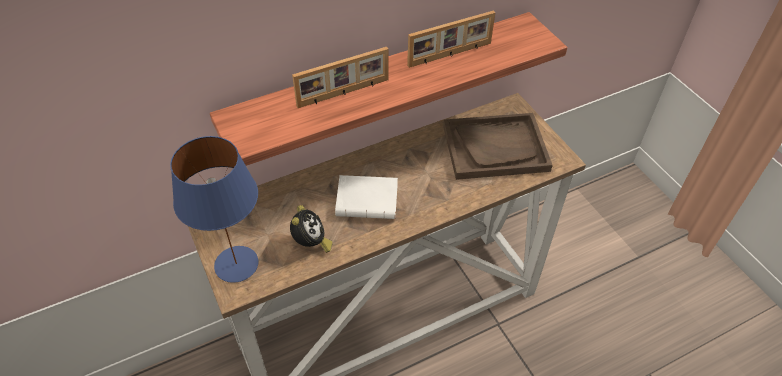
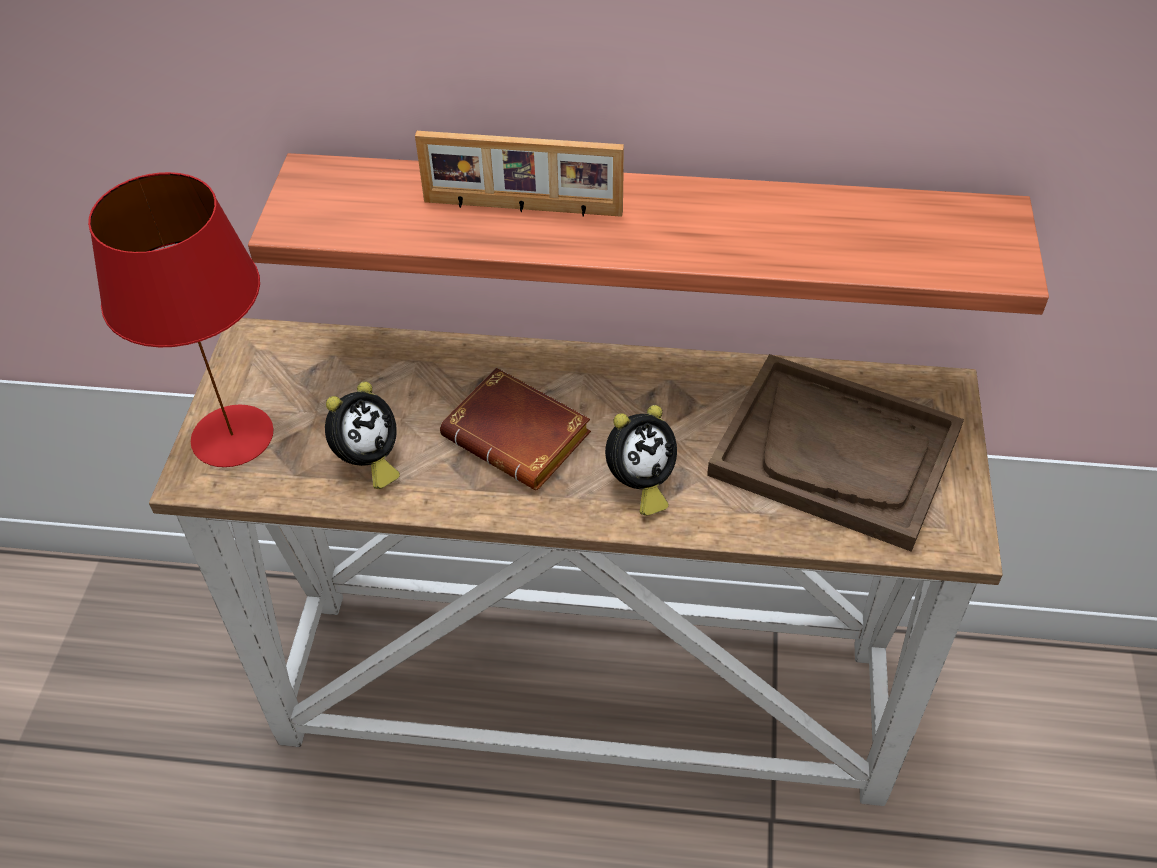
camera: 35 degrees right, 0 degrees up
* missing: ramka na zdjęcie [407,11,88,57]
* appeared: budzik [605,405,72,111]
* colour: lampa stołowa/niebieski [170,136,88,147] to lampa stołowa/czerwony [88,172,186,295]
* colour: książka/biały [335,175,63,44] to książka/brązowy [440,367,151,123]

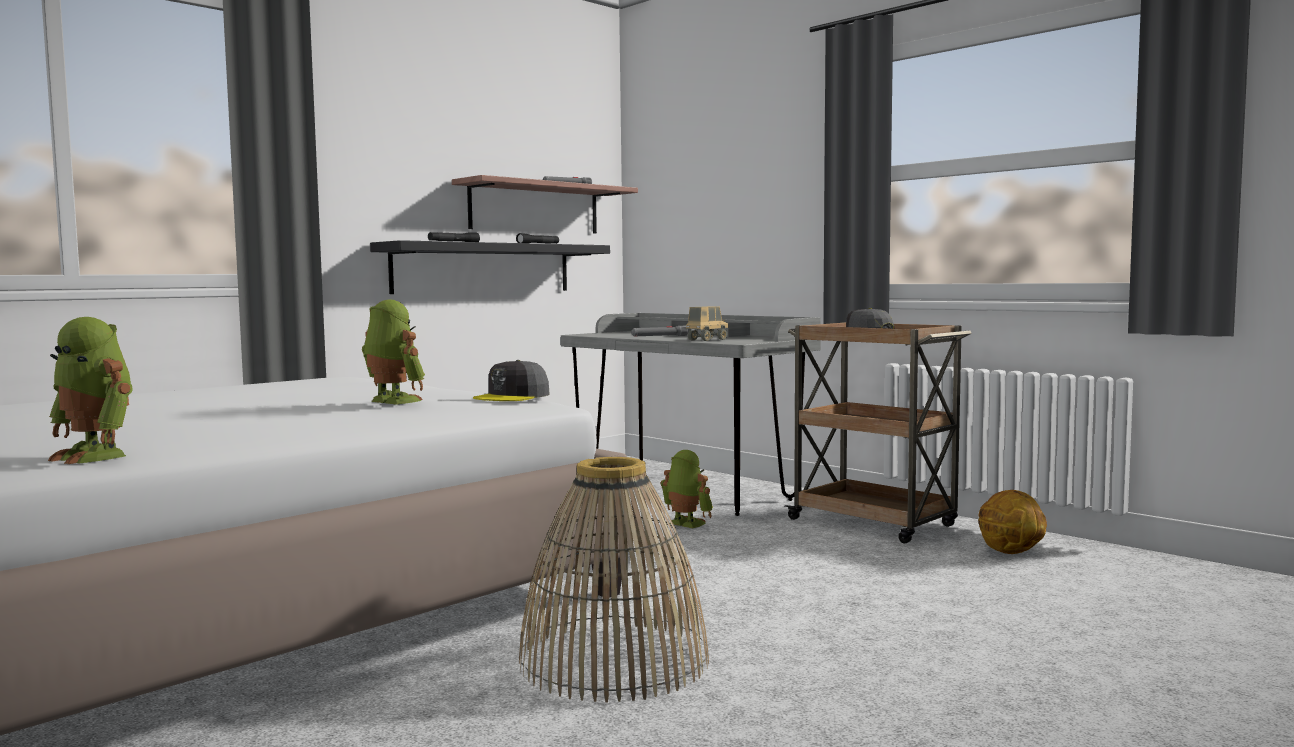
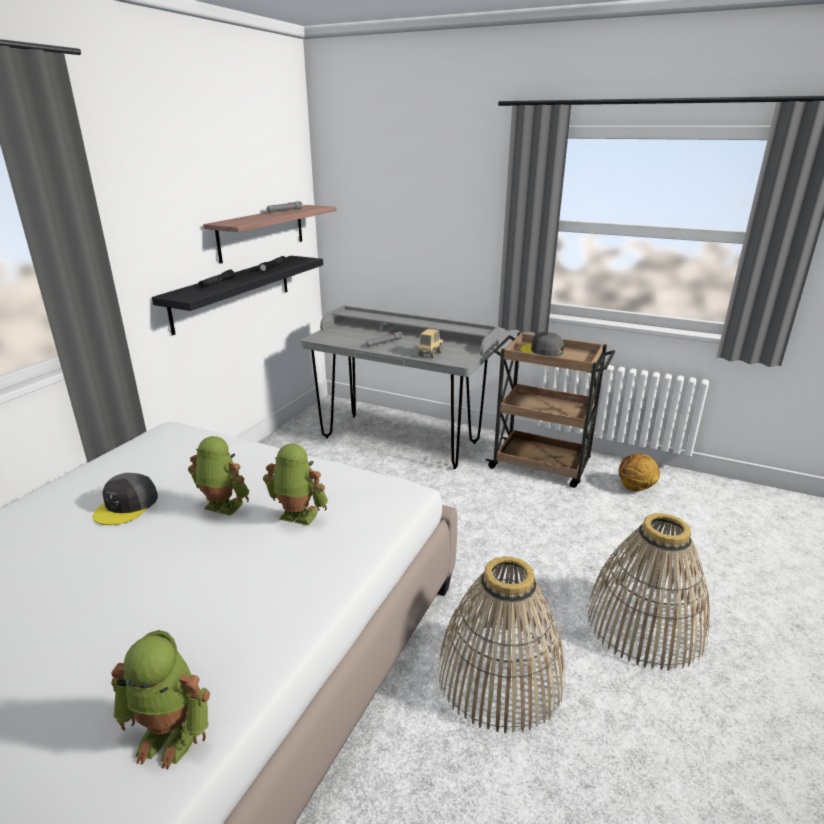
camera: 20 degrees left, 20 degrees up
* appeared: koszyk [588,513,122,158]
* relocated: czapka z daszkiem/szary [473,360,77,41] to [92,473,66,52]
* relocated: robot zabawkowy [660,450,53,78] to [188,436,61,79]

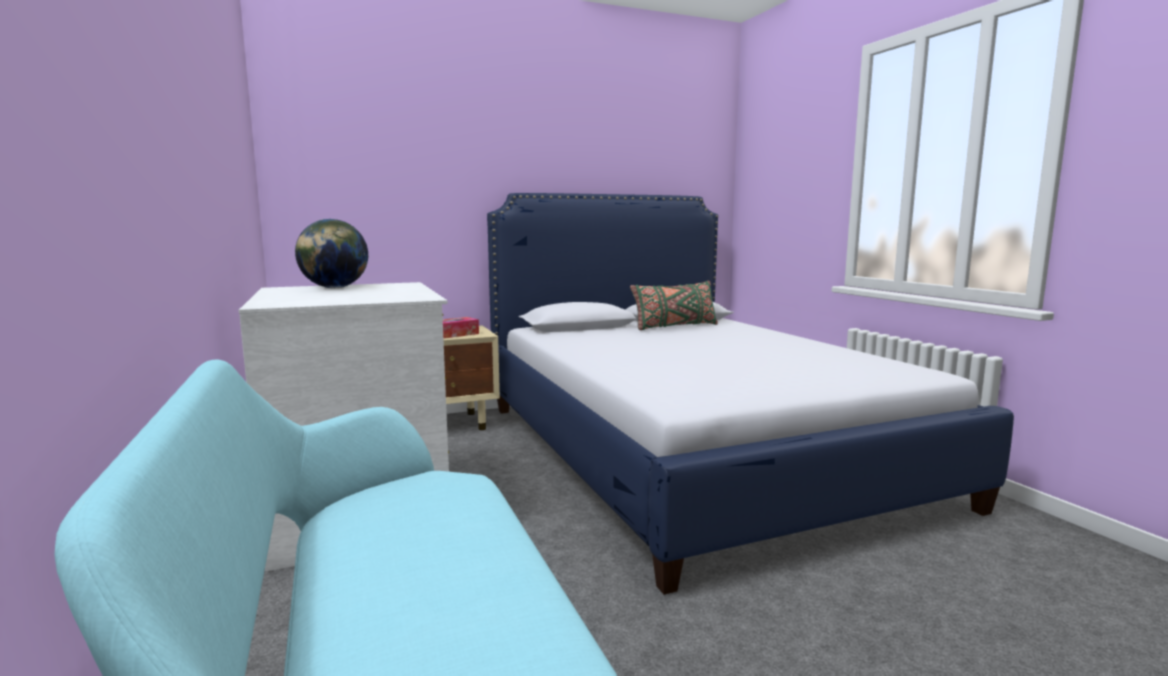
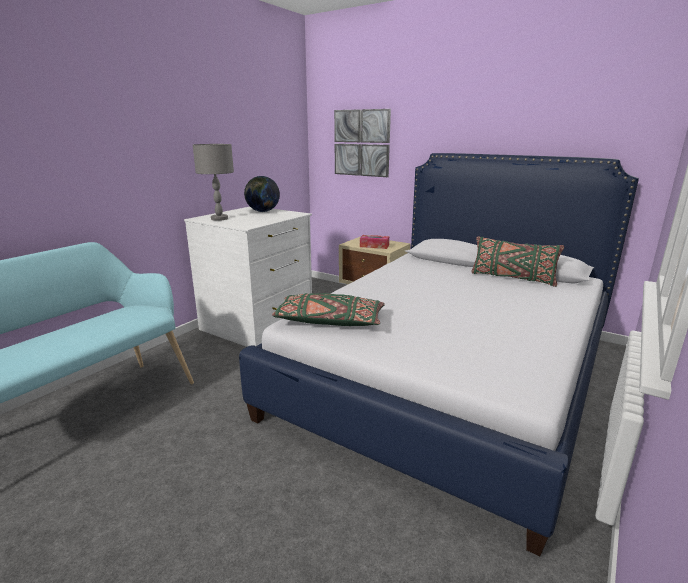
camera: 55 degrees right, 10 degrees up
* appeared: lampa stołowa/szary [193,144,41,77]
* appeared: poduszka/zielony [272,293,113,33]
* appeared: obraz [334,109,57,68]

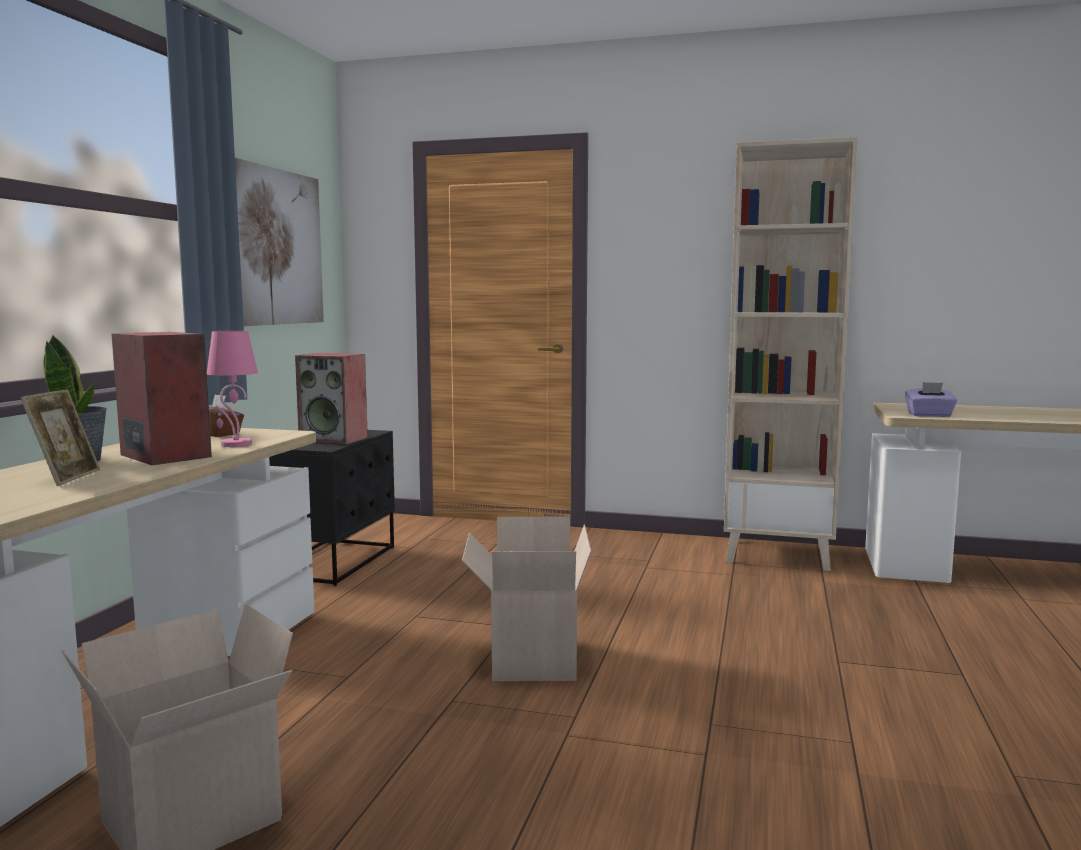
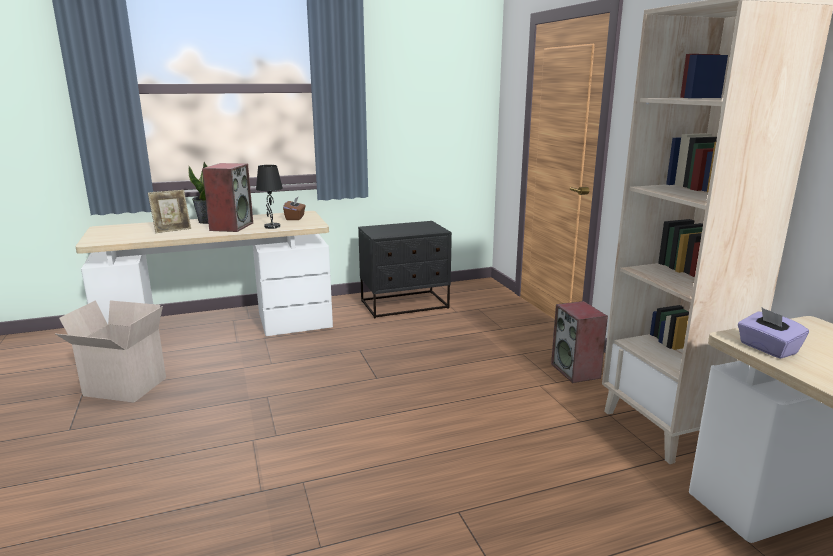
camera: 55 degrees right, 10 degrees up
* missing: obraz [235,158,89,168]
* missing: karton [462,517,129,164]
* relocated: głośnik [295,353,73,92] to [551,301,57,82]
* colour: lampa stołowa/różowy [207,330,51,117] to lampa stołowa/czarny [256,165,27,64]

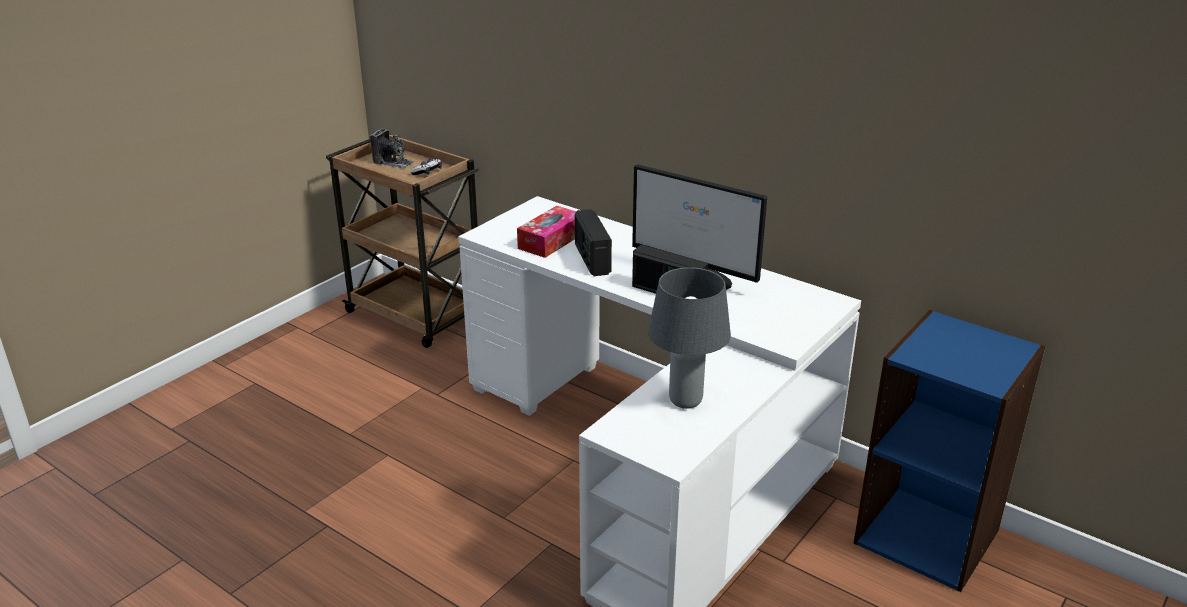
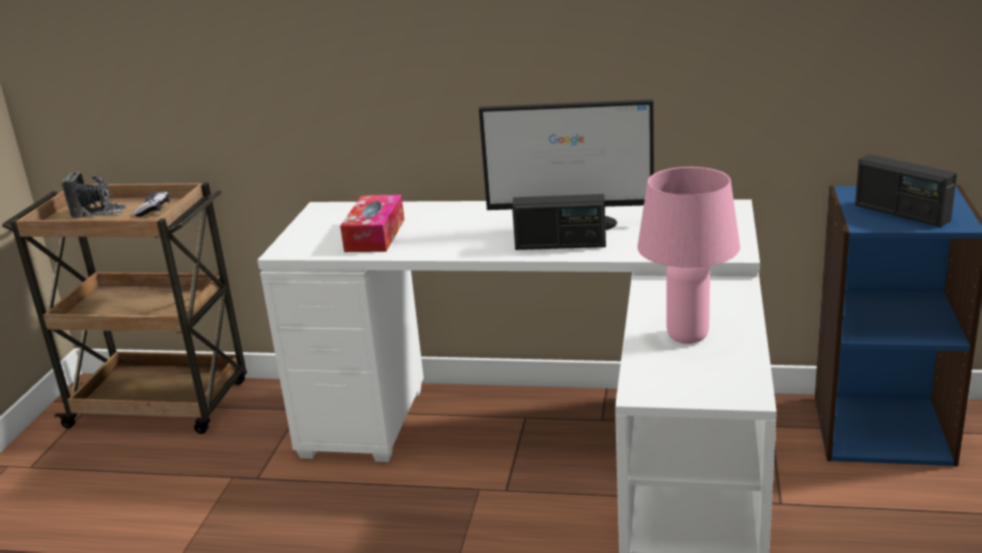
camera: 25 degrees left, 5 degrees down
* relocated: radio [575,209,37,67] to [855,154,102,73]
* colour: lampa stołowa/szary [648,267,83,142] to lampa stołowa/różowy [637,167,103,177]

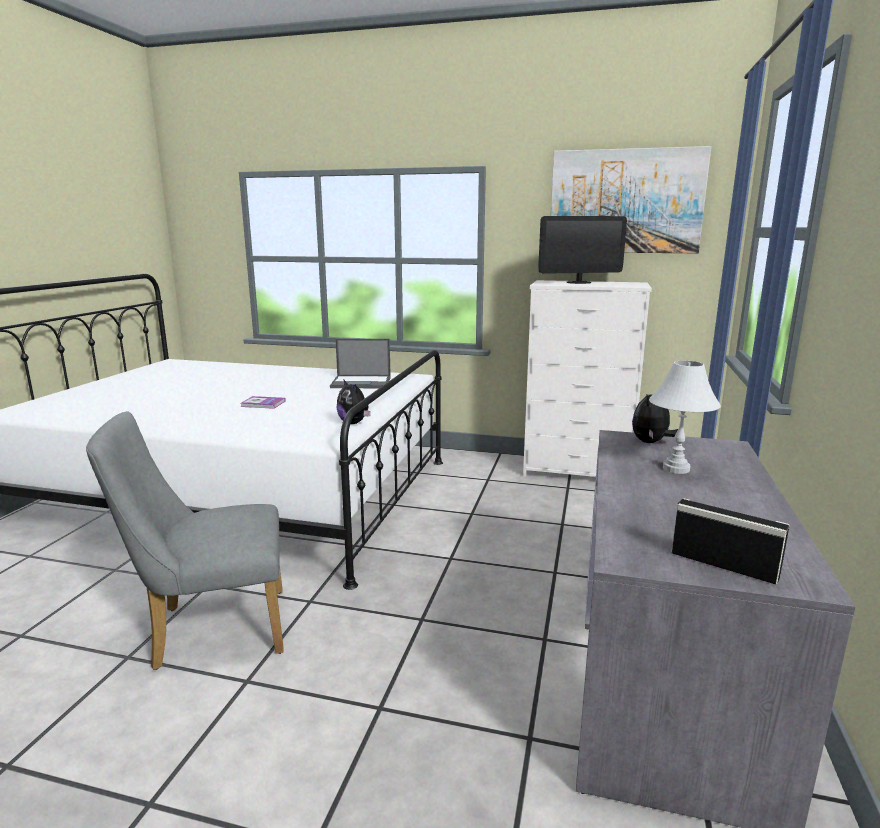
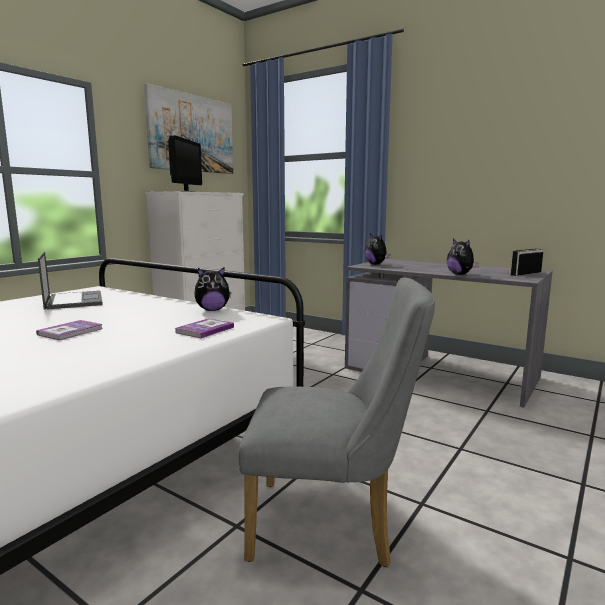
camera: 70 degrees left, 5 degrees down
* missing: lampa stołowa/biały [649,361,72,113]
* appeared: książka [175,318,59,20]
* appeared: pluszak [447,238,32,37]
* spun: krzesło/szary [86,411,198,259] = [238,277,197,291] 90 degrees counterclockwise
* spun: laptop [330,339,61,49] = [38,252,65,58] 45 degrees counterclockwise

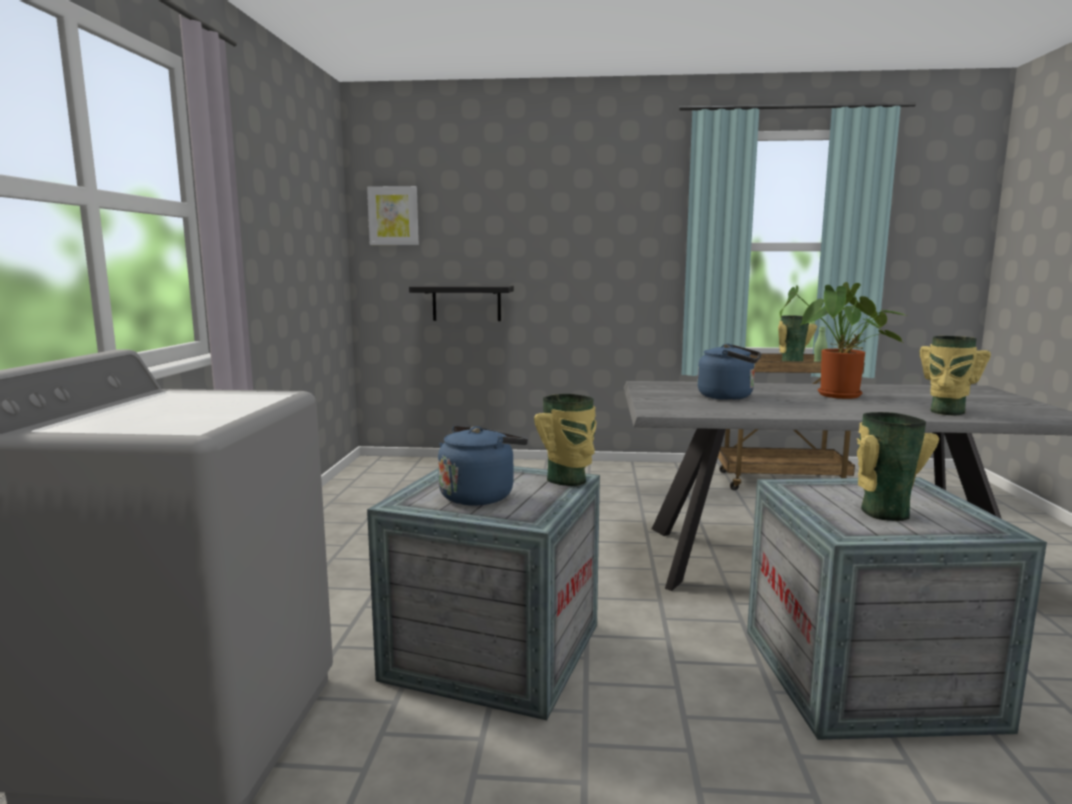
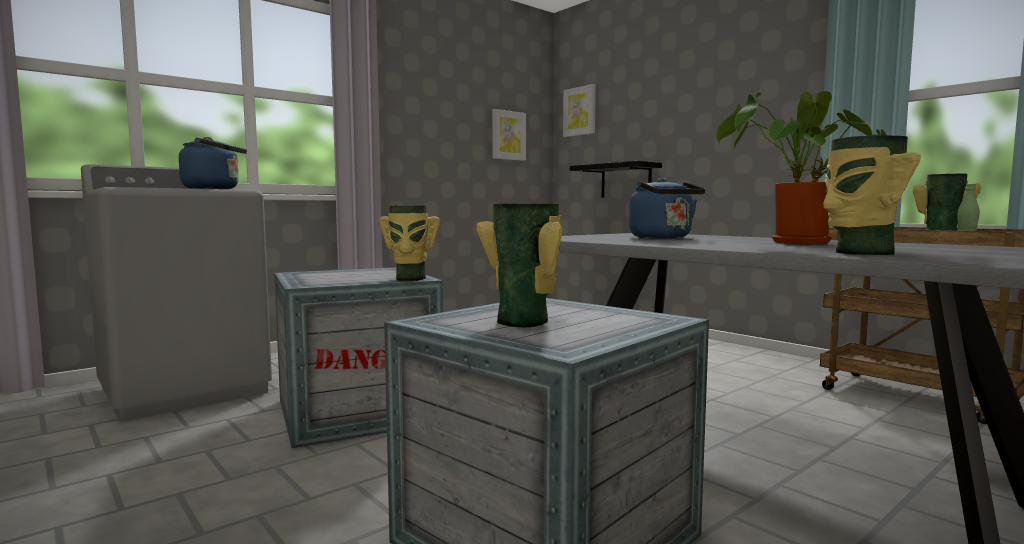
camera: 45 degrees right, 5 degrees down
* appeared: obraz [492,109,34,52]
* relocated: czajnik/niebieski [438,426,90,79] to [179,137,68,52]

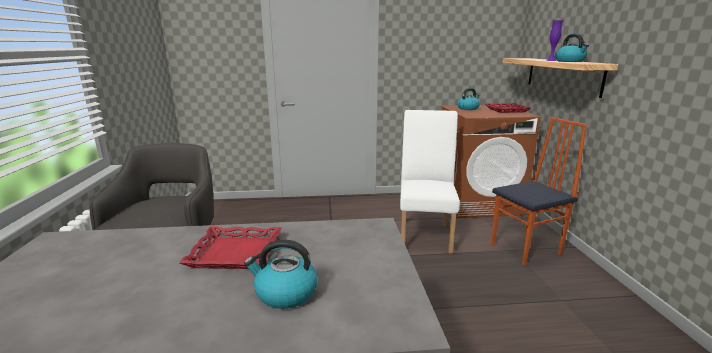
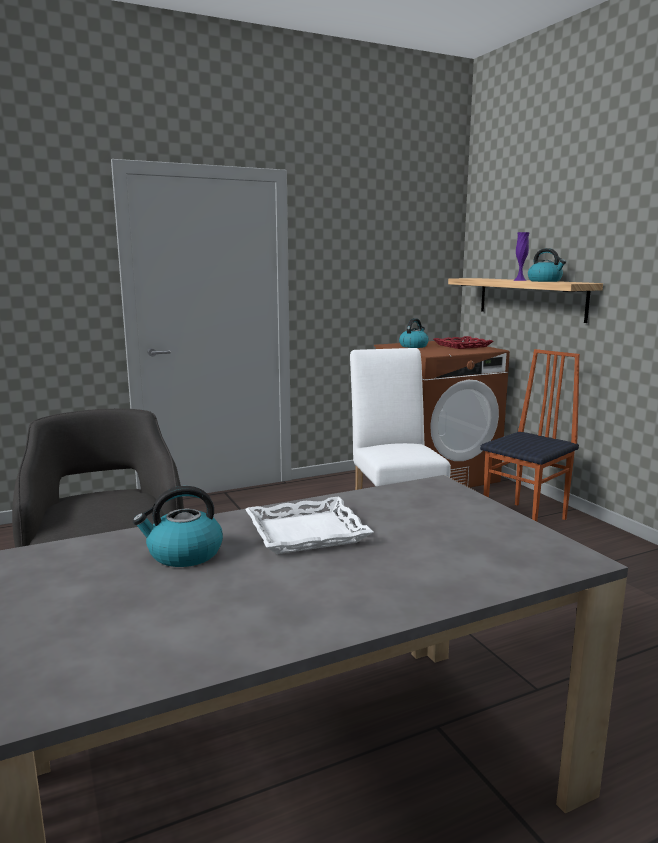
camera: 20 degrees left, 5 degrees down
* relocated: czajnik [244,239,74,70] to [133,486,90,81]
* colour: taca/czerwony [179,226,103,43] to taca/biały [245,496,129,58]

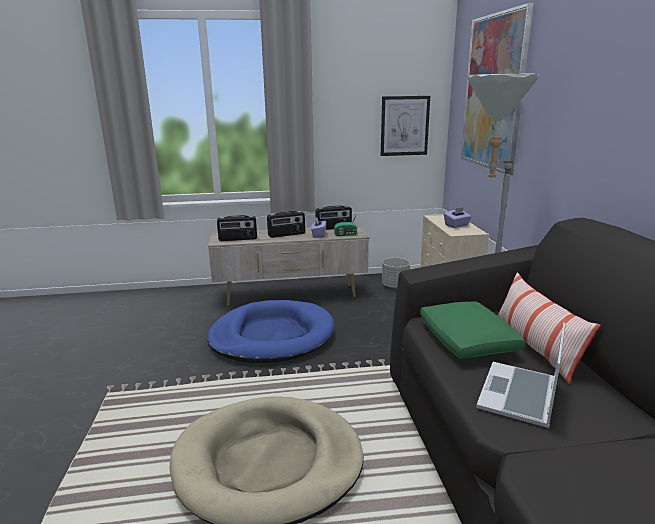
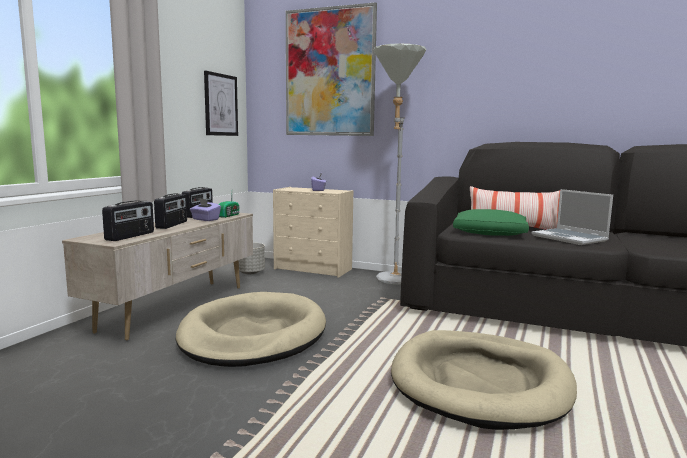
camera: 60 degrees left, 10 degrees down
* colour: legowisko/niebieski [207,300,127,63] to legowisko/beżowy [176,292,150,75]

